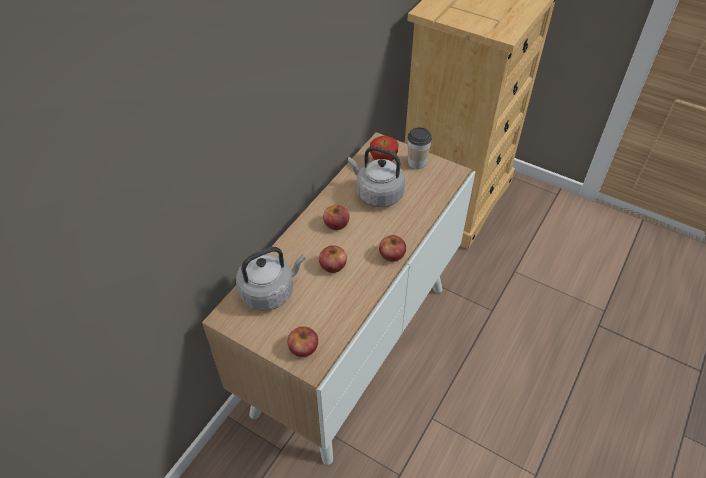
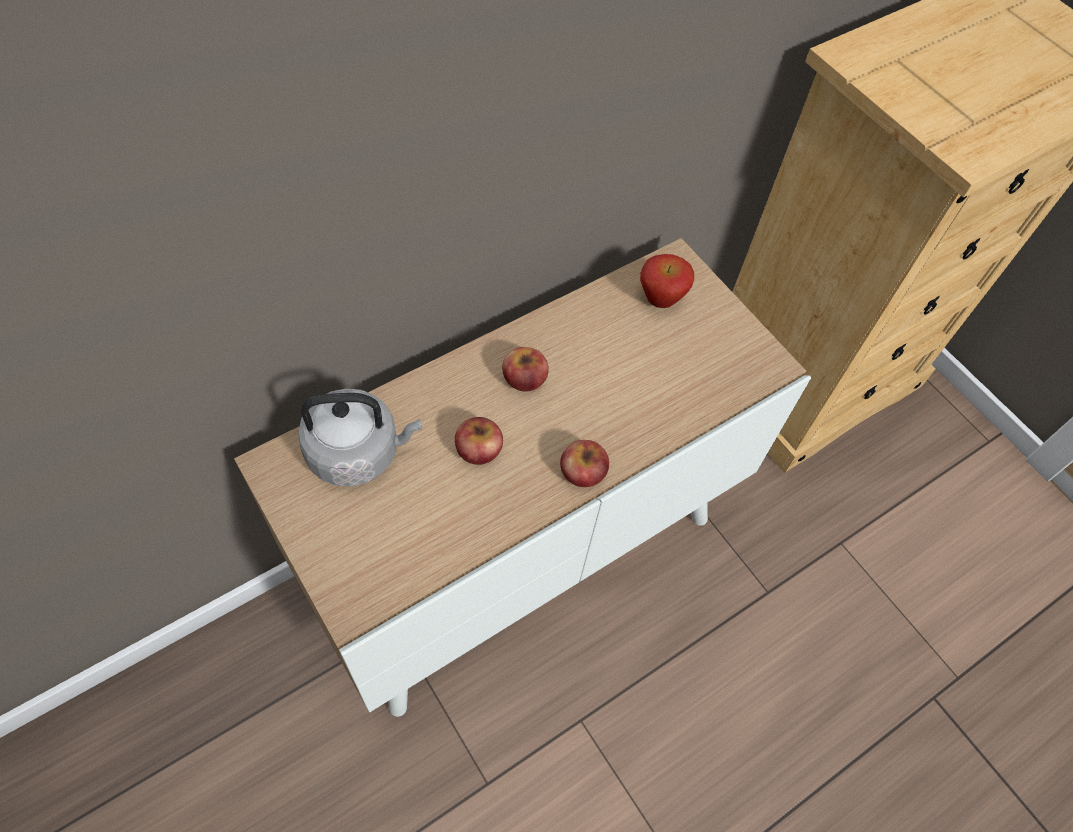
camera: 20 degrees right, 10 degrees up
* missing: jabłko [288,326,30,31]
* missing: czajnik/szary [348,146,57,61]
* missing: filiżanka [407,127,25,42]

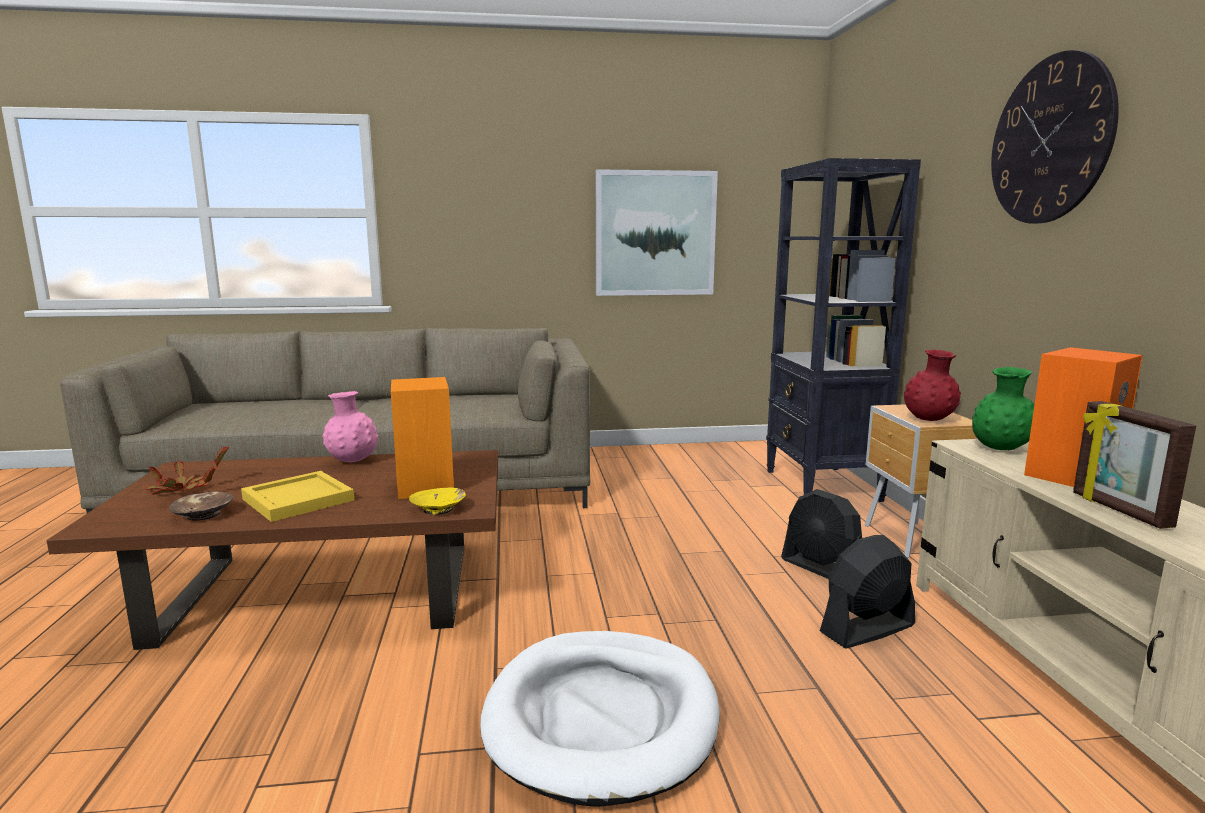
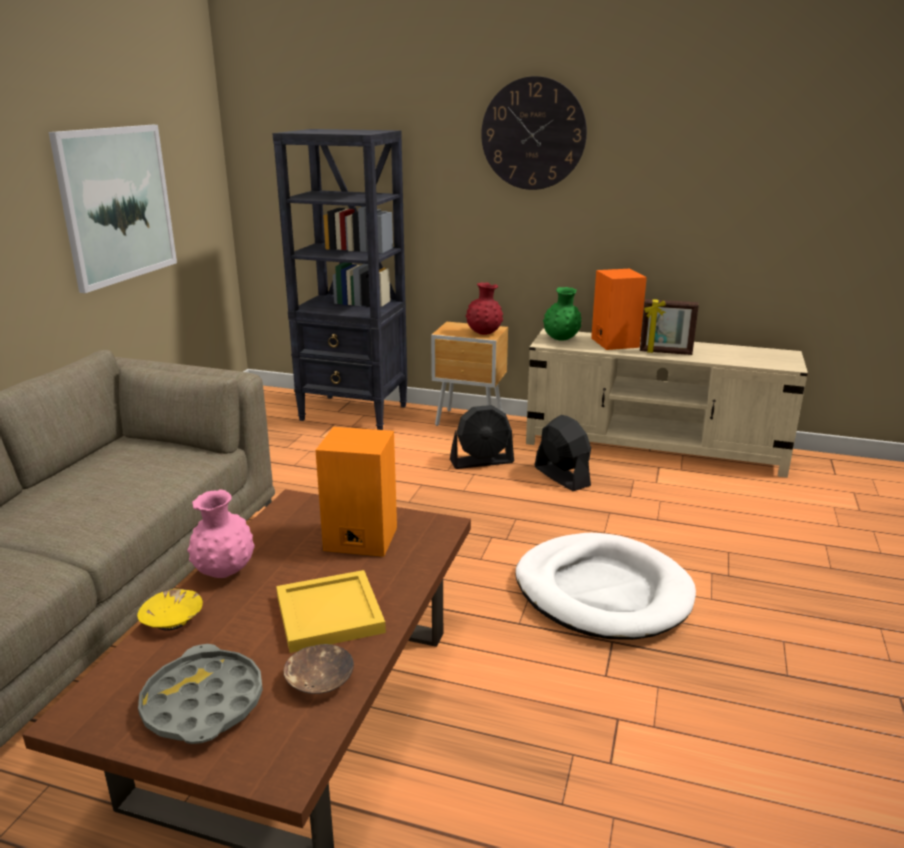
camera: 65 degrees left, 10 degrees up
* relocated: miska/żółty [409,488,57,27] to [137,589,66,42]
* exchanged: roślina doniczkowa [145,446,84,49] to taca/szary [138,644,125,100]
* spun: wentylator/czarny [820,535,95,113] = [535,415,56,76] 150 degrees clockwise

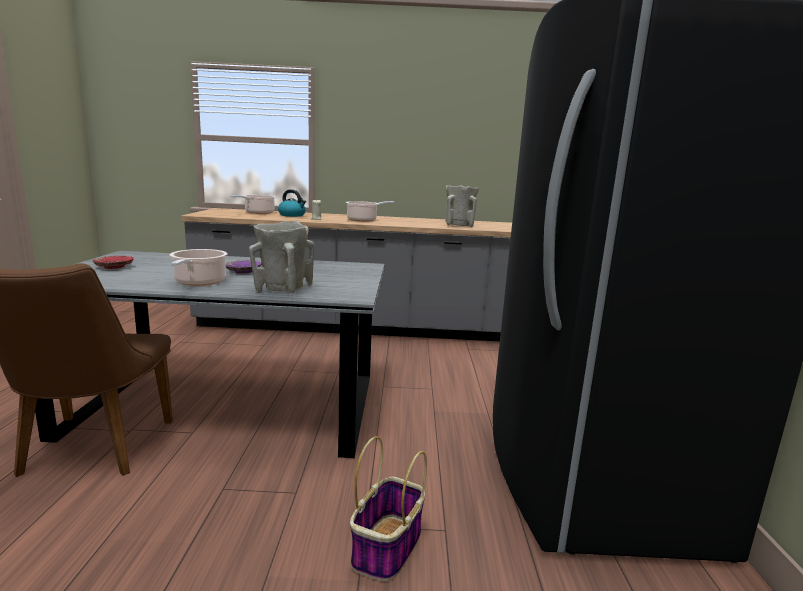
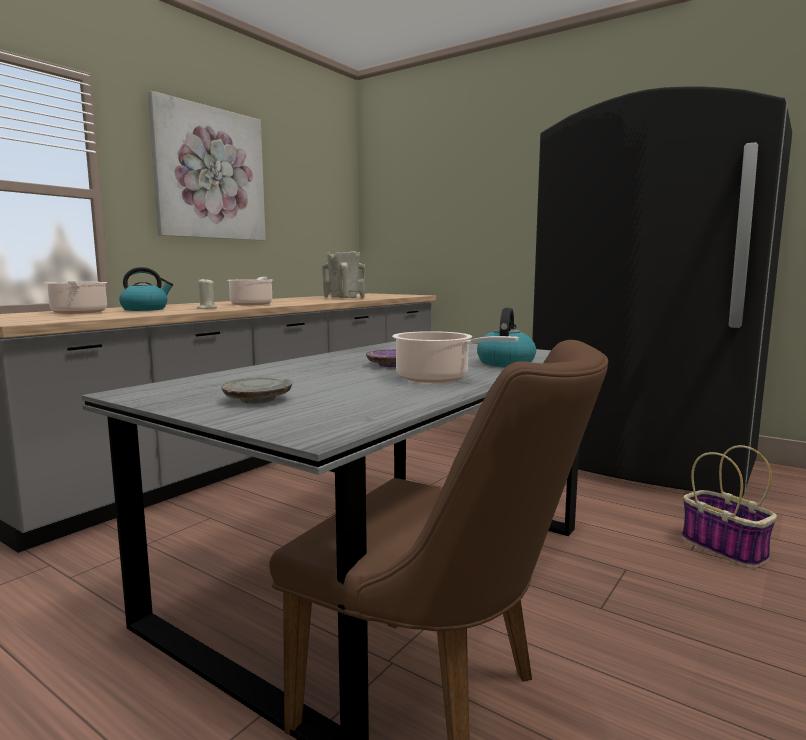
camera: 55 degrees left, 5 degrees down
* appeared: obraz [148,91,118,150]
* exchanged: wazon/beżowy [249,221,65,72] to czajnik [477,308,59,59]
* colour: talerz/czerwony [93,256,41,13] to talerz/szary [221,377,72,27]

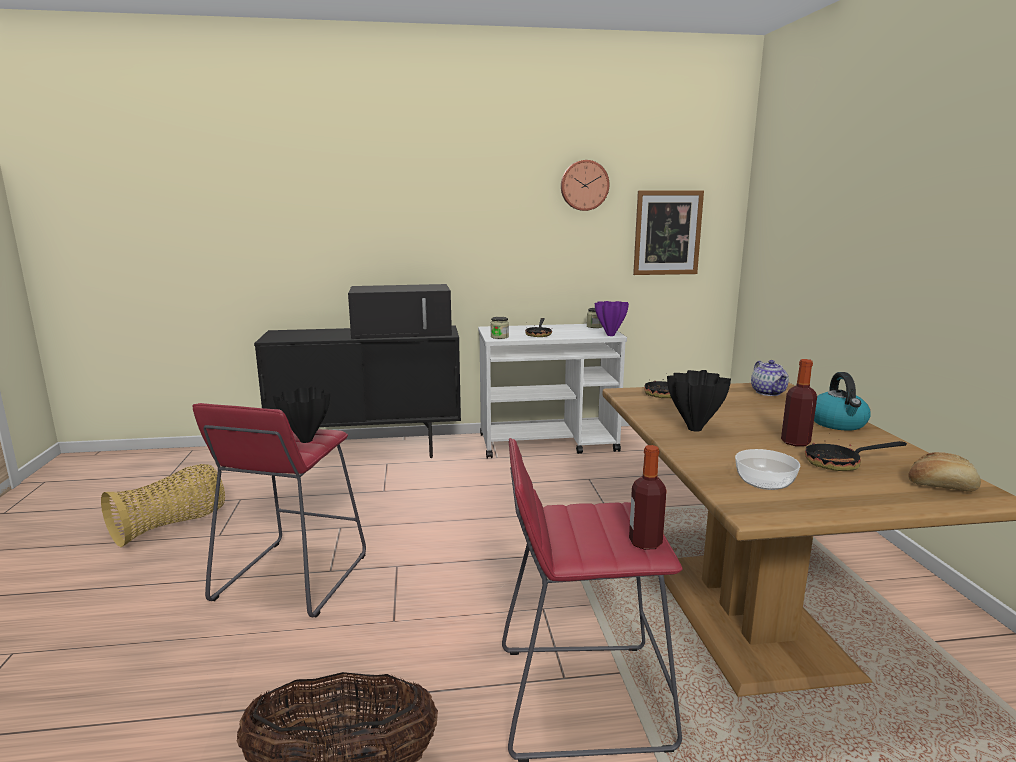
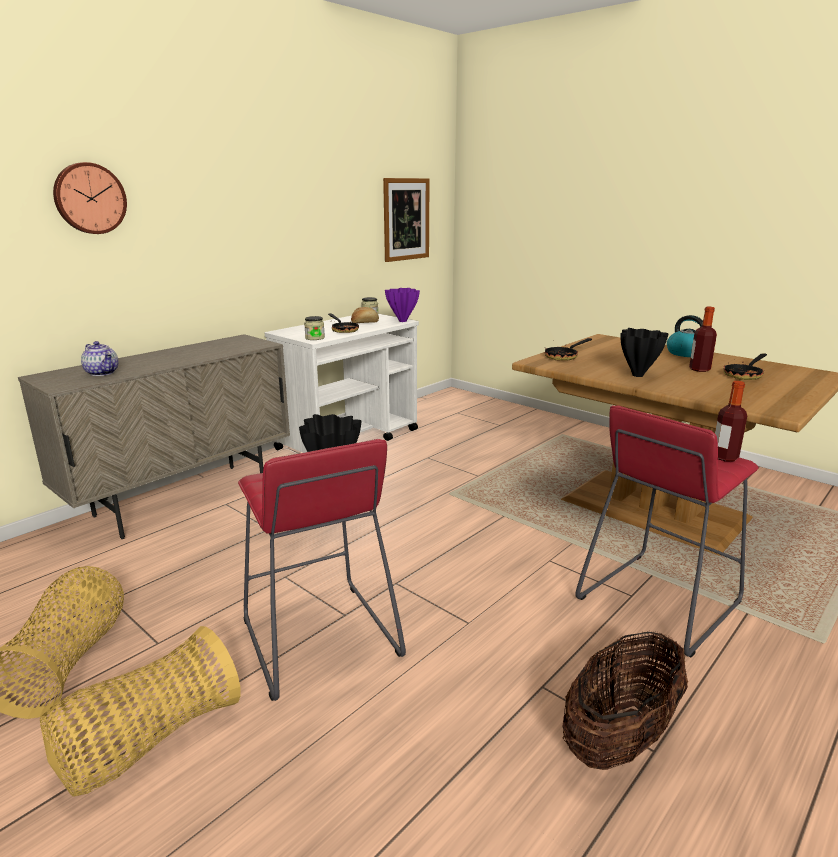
camera: 40 degrees left, 5 degrees up
* missing: mikrofalówka/czarny [348,284,104,55]
* missing: miska [735,449,65,41]
* appeared: koszyk [40,626,201,171]
* relocated: zegar ścienny [561,160,48,51] to [53,162,74,72]
* relocated: imbryk [751,360,38,36] to [81,341,37,35]
* relocated: chleb [908,452,73,40] to [351,307,28,16]
* colour: szafka/czarny [254,325,207,133] to szafka/beżowy [18,334,272,205]

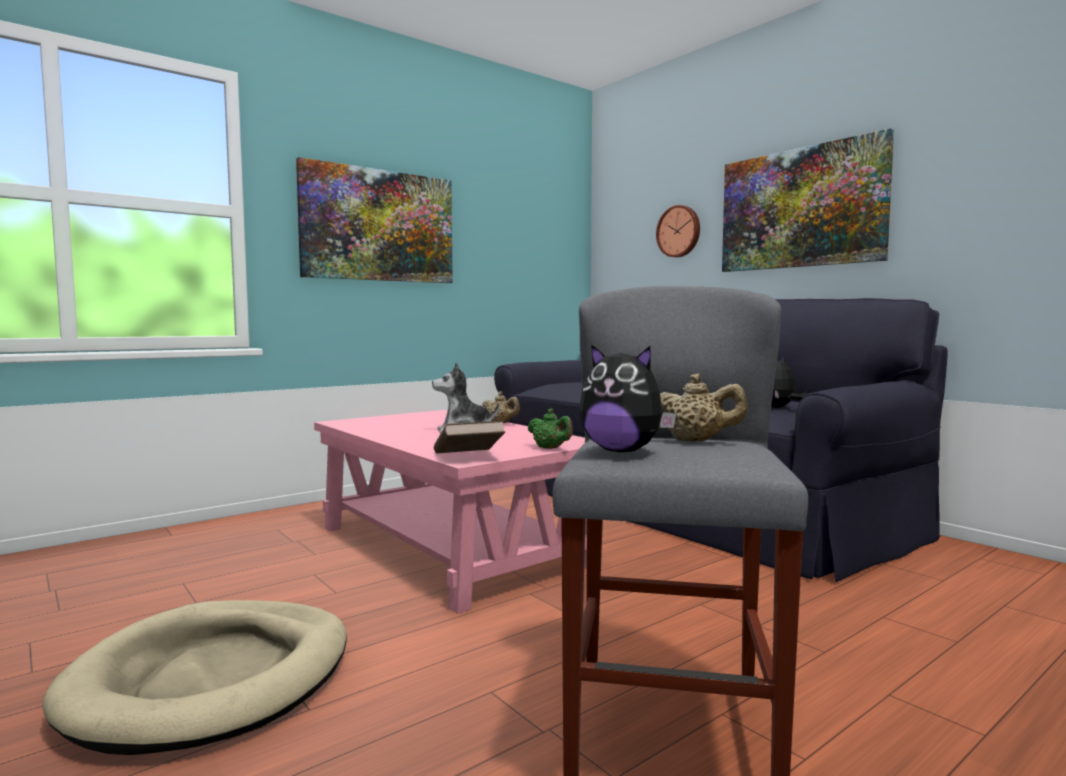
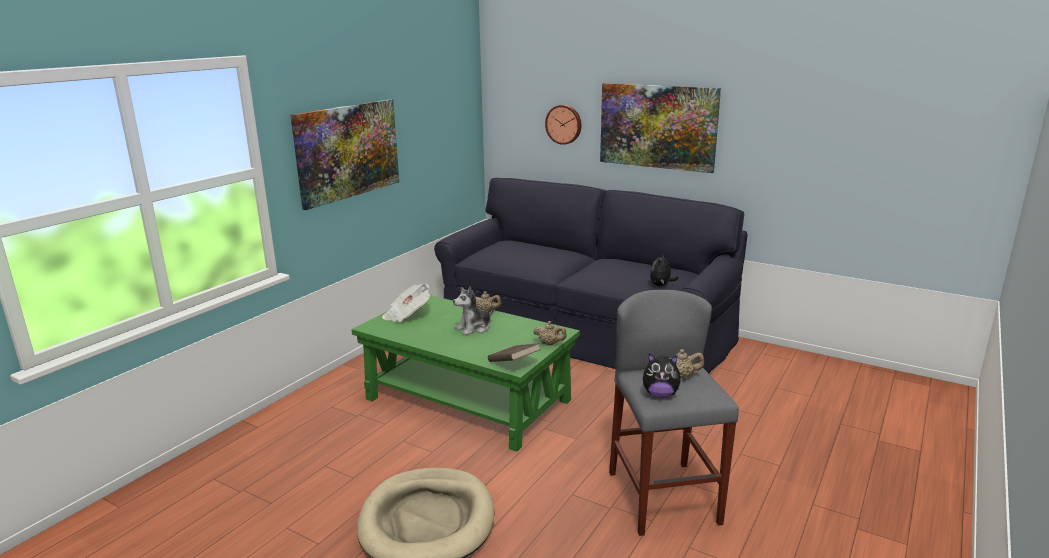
camera: 20 degrees left, 15 degrees up
* appeared: gazeta [382,284,48,38]
* colour: ława/różowy [314,410,288,204] to ława/zielony [351,295,229,157]
* colour: imbryk/zielony [528,408,45,41] to imbryk/beżowy [533,321,34,24]

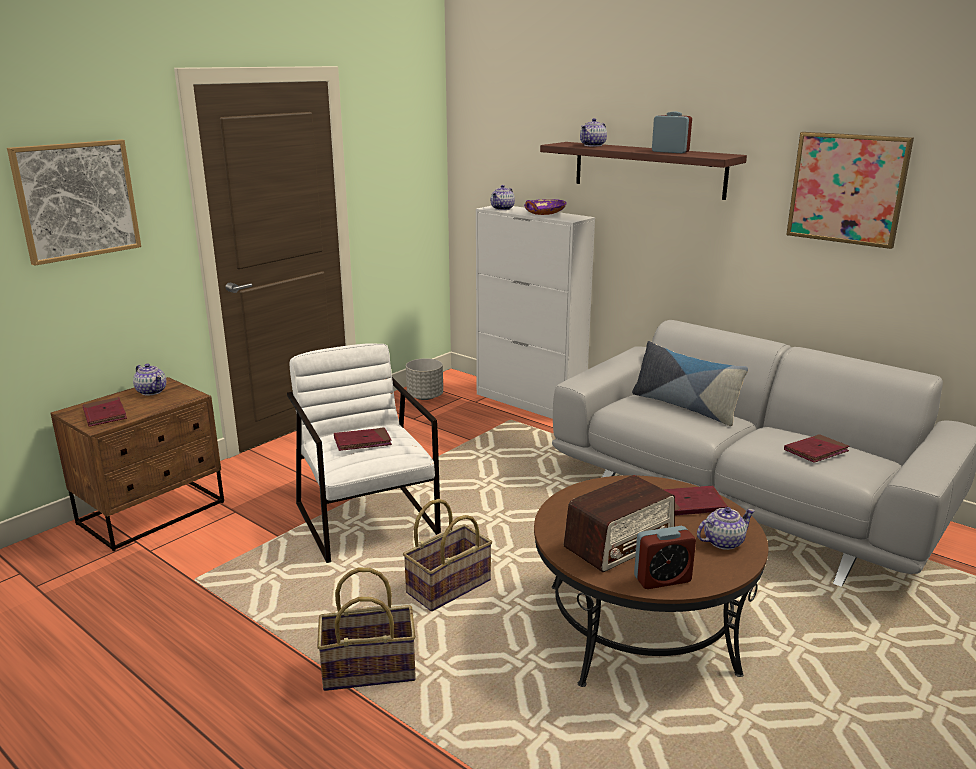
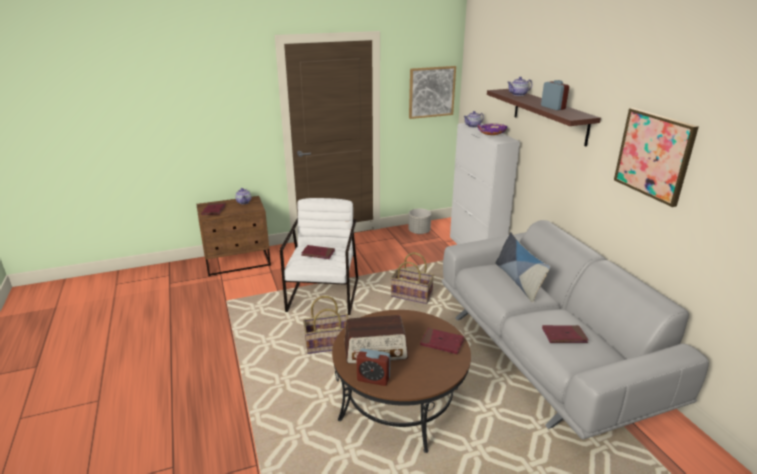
camera: 30 degrees right, 5 degrees up
* missing: imbryk [697,507,58,43]
* relocated: obraz [7,139,134,127] to [409,66,47,53]
* relocated: koszyk [317,568,99,123] to [391,252,43,52]

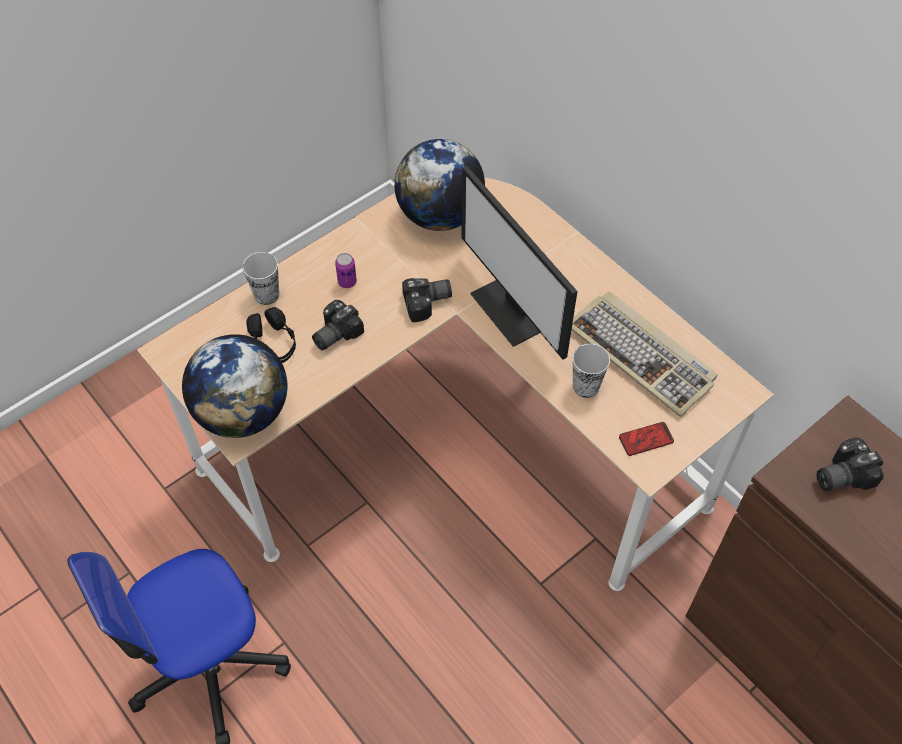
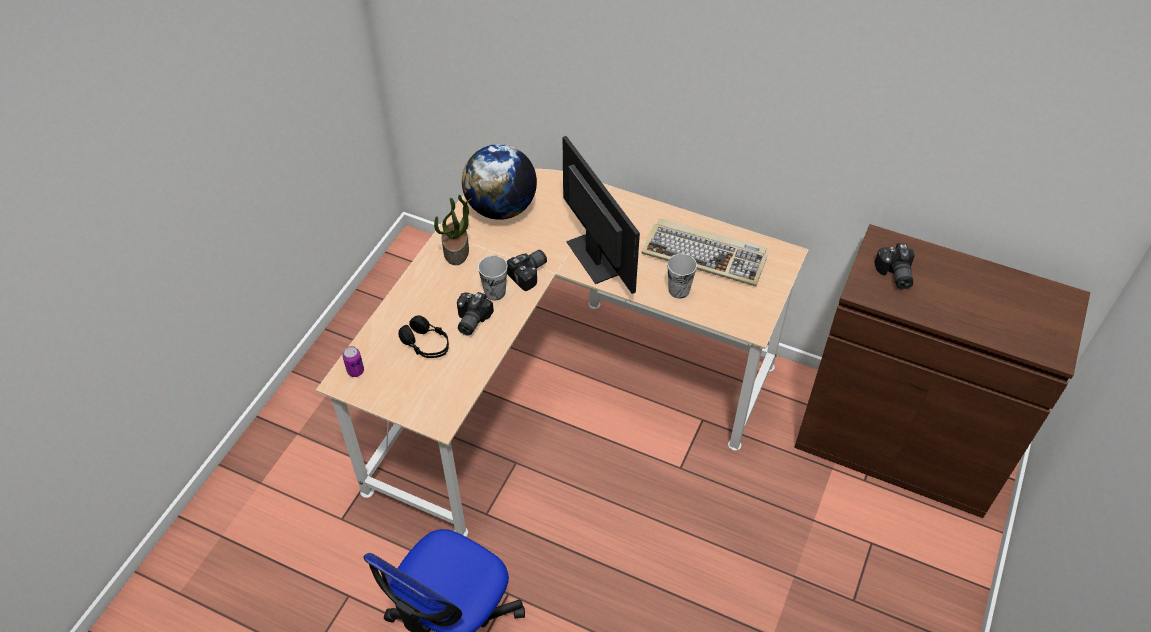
camera: 25 degrees left, 5 degrees down
* missing: globus [182,334,105,104]
* missing: telefon [619,422,55,34]
* appeared: roślina doniczkowa [434,195,38,70]
* relocated: filiżanka [242,252,37,53] to [478,256,29,44]
* relocated: puszka [335,253,22,35] to [342,346,22,31]
* spun: monitor [461,166,116,194] = [562,136,78,158] 150 degrees counterclockwise
* spun: aparat fotograficzny [816,437,68,54] = [874,244,41,45] 45 degrees counterclockwise

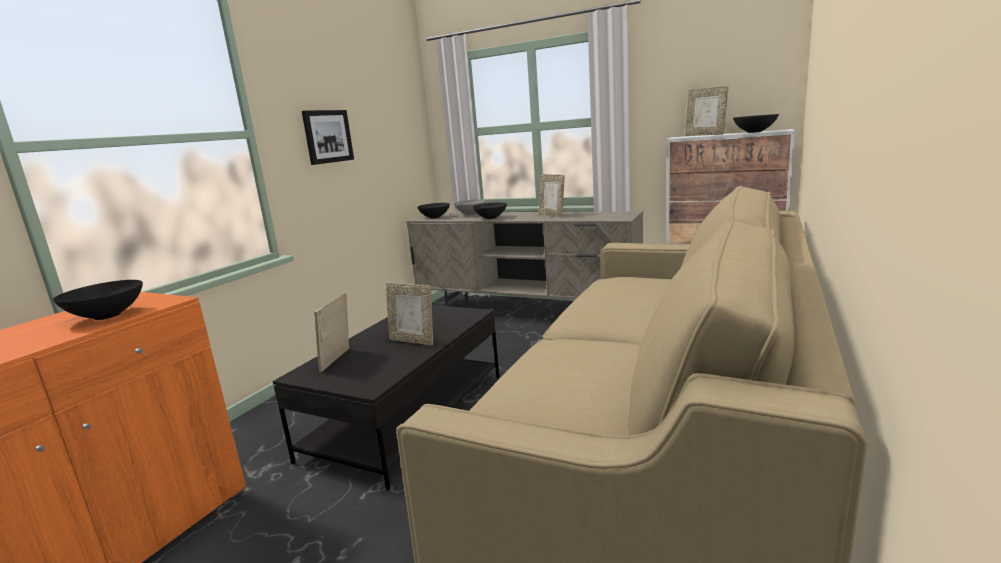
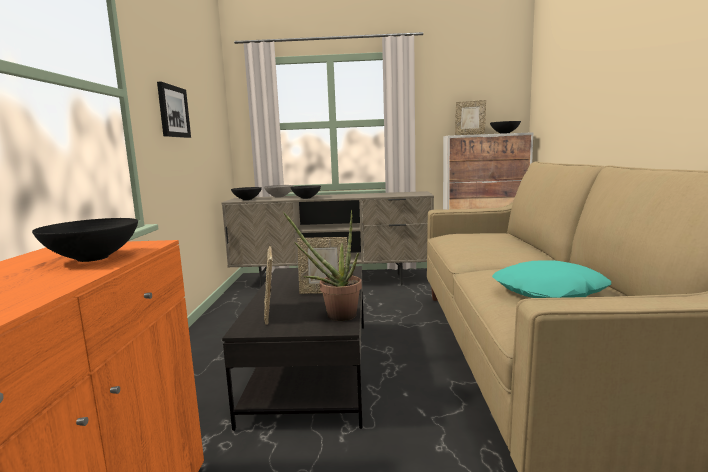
camera: 25 degrees left, 5 degrees down
* missing: ramka na zdjęcie [539,174,26,43]
* appeared: roślina doniczkowa [283,210,79,111]
* appeared: poduszka/turkusowy [492,260,119,38]

